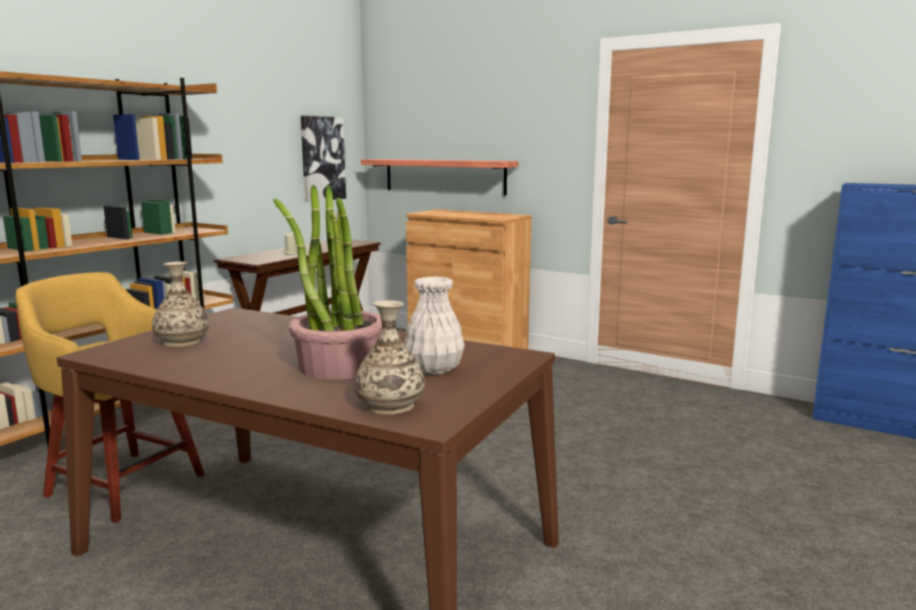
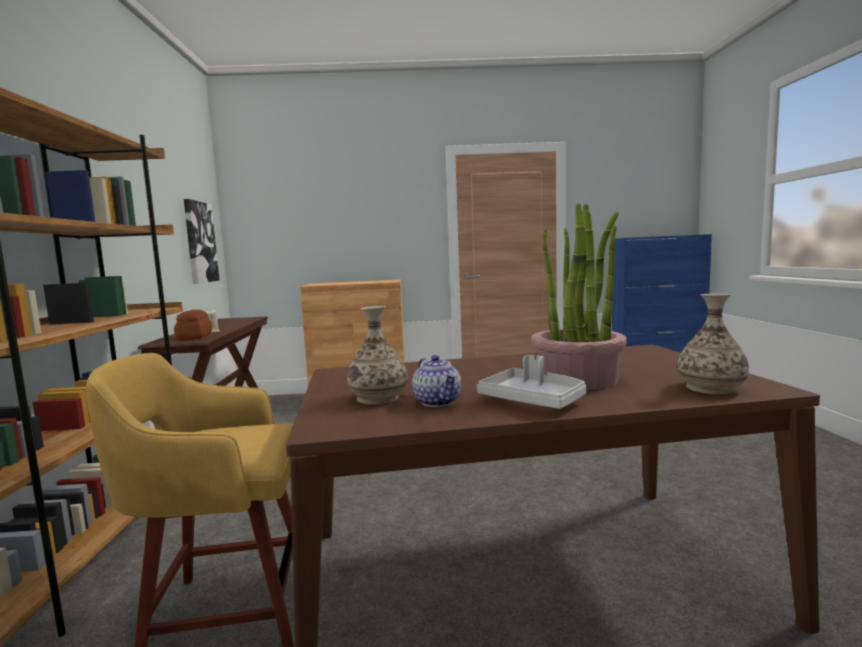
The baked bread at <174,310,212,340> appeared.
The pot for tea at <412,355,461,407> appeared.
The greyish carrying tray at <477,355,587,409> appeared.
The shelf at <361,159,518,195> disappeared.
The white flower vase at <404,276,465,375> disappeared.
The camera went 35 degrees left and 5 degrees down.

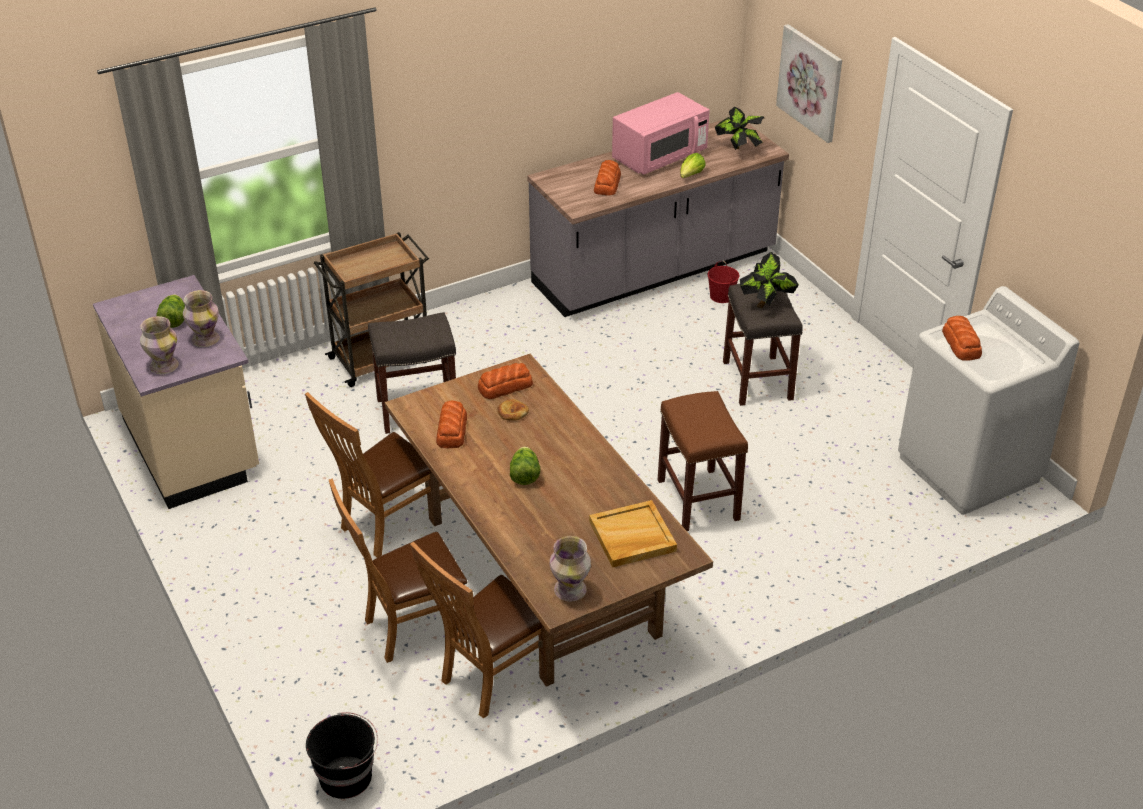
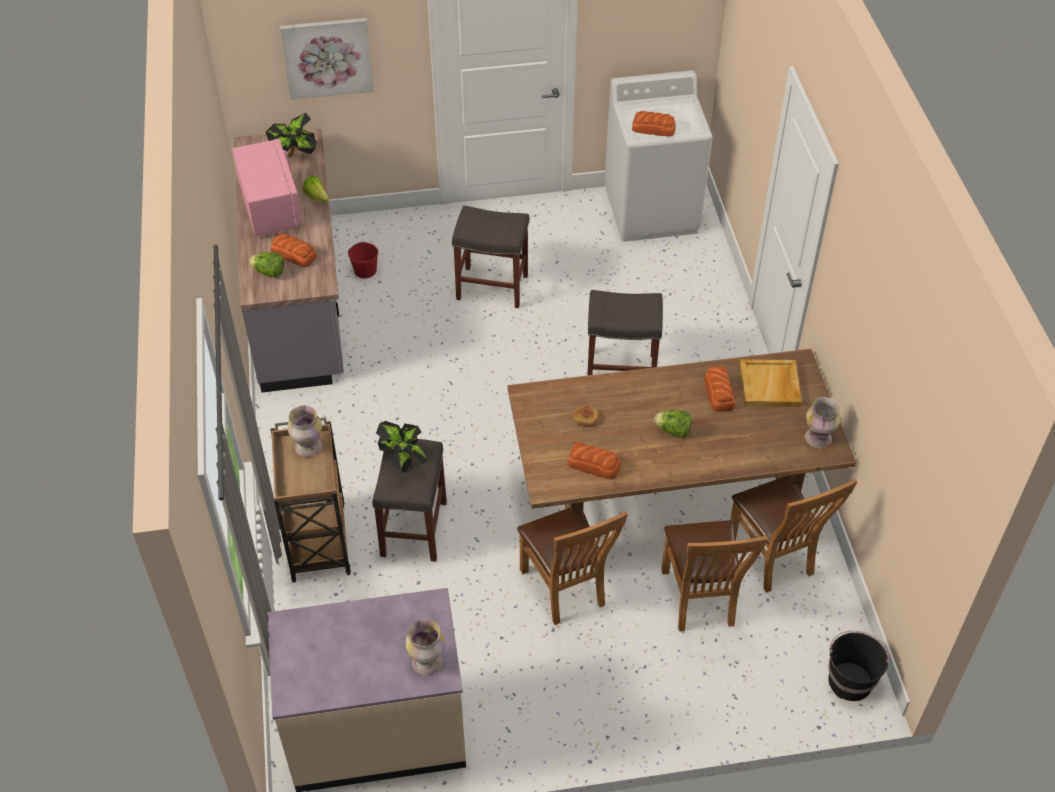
The lettuce head moved from <156,294,185,328> to <249,252,284,278>.
The flower vase moved from <183,290,220,347> to <287,405,322,457>.
The potted plant moved from <740,252,799,308> to <376,421,429,473>.
The brownish stool seat at <658,391,748,531> became the greyish stool seat at <587,290,663,375>.
The baked bread moved from <478,363,533,399> to <704,366,735,412>.
The camera went 70 degrees left and 10 degrees up.

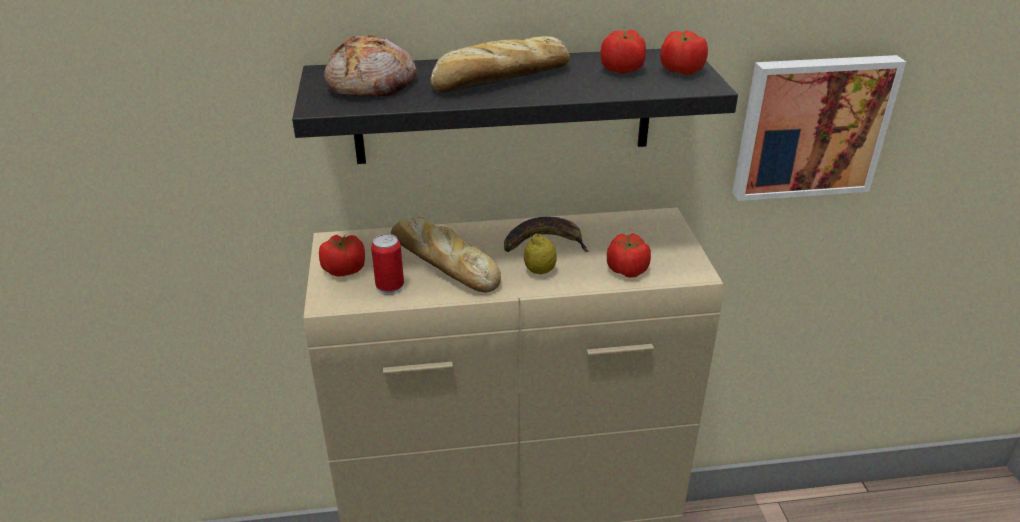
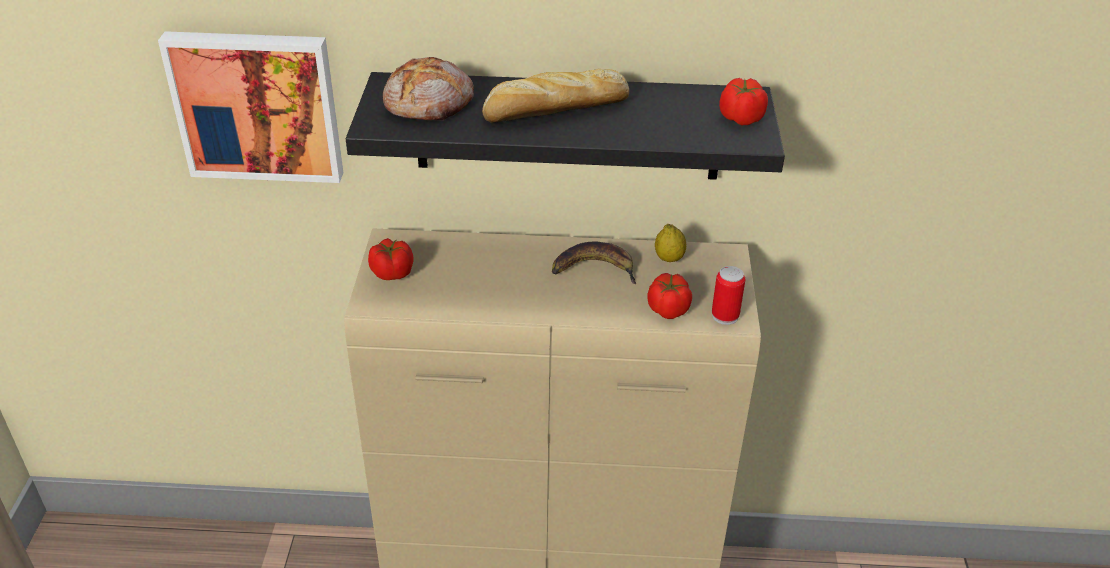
The wall art moved from <732,55,906,201> to <158,31,343,183>.
The whole lemon moved from <524,234,557,274> to <655,224,686,262>.
The can moved from <371,234,404,295> to <712,266,745,325>.
The baked bread at <391,217,501,293> disappeared.
The whole tomato at <601,30,646,74> disappeared.
The camera went 10 degrees right and 5 degrees up.

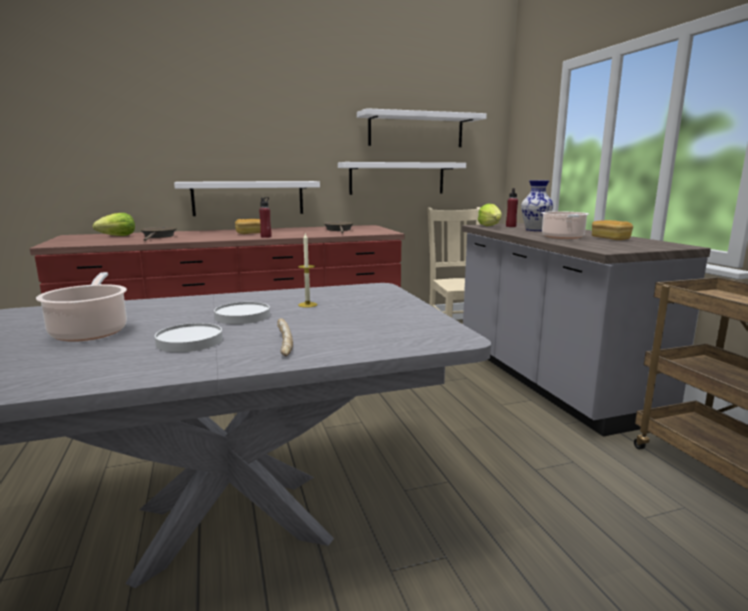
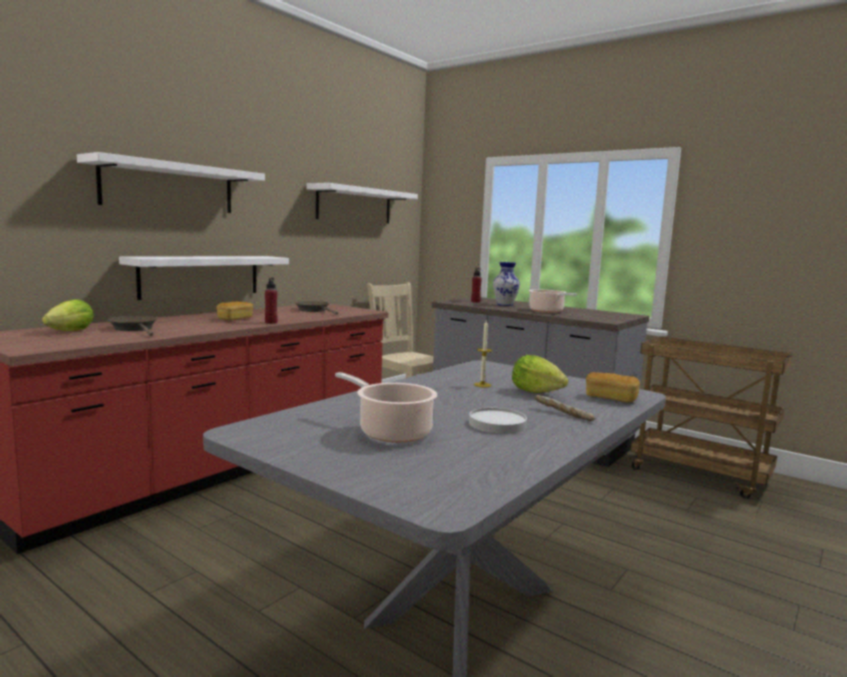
The white shelf moved from <338,162,466,195> to <77,152,265,213>.
The lettuce head moved from <478,203,502,226> to <512,355,568,393>.
The baked bread moved from <592,220,633,240> to <586,372,640,402>.
The white flat dish at <214,302,270,324> disappeared.
The camera went 35 degrees left and 5 degrees down.

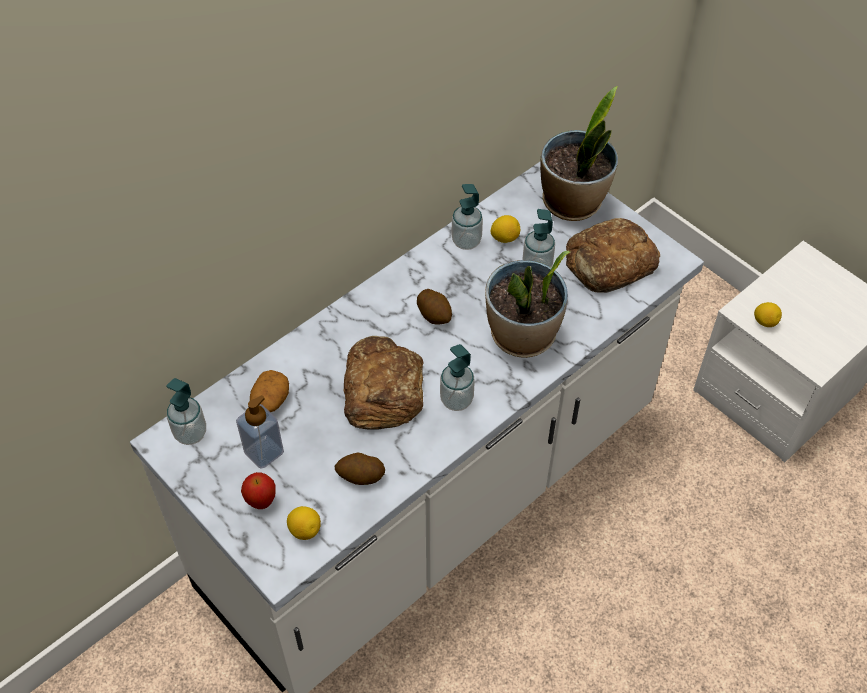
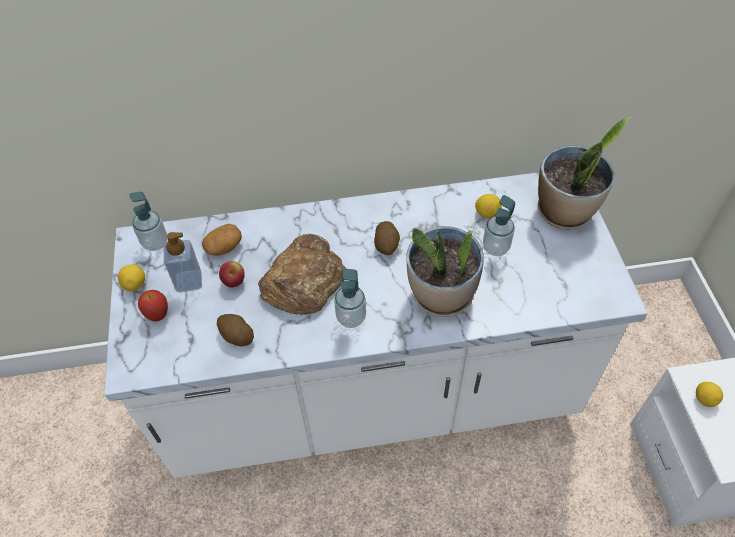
The whole lemon moved from <287,506,321,540> to <118,265,145,291>.
The apple at <219,261,245,287> appeared.
The liquid soap bottle at <451,184,483,250> disappeared.
The baked bread at <566,218,660,293> disappeared.
The camera went 35 degrees right and 0 degrees up.

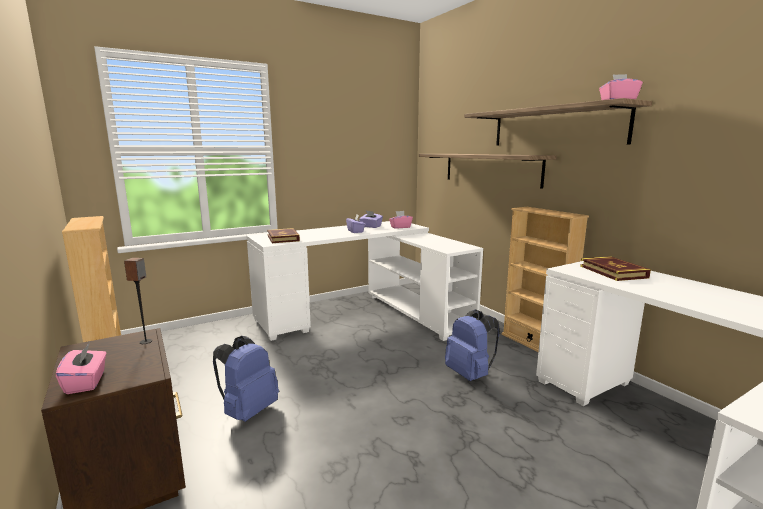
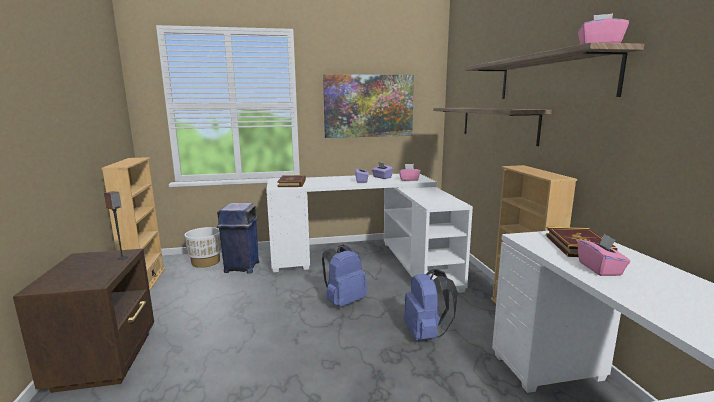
The white flower pot at <184,227,222,268> appeared.
The blue-coloured rubbish bin at <217,203,260,274> appeared.
The blue-coloured knapsack moved from <213,336,279,422> to <322,244,367,307>.
The wall art at <323,74,414,138> appeared.
The pink-coloured tissue holder moved from <56,342,106,394> to <577,234,630,276>.
The camera went 20 degrees right and 0 degrees up.

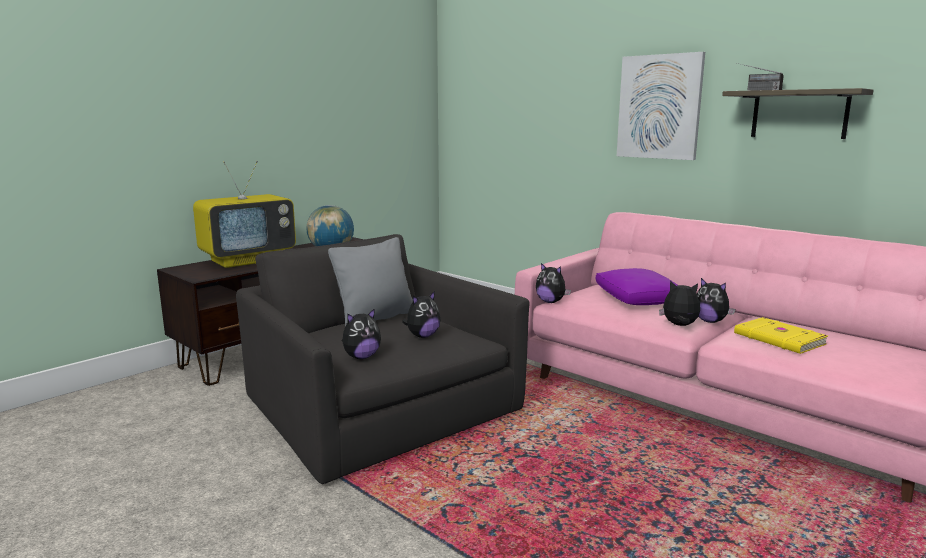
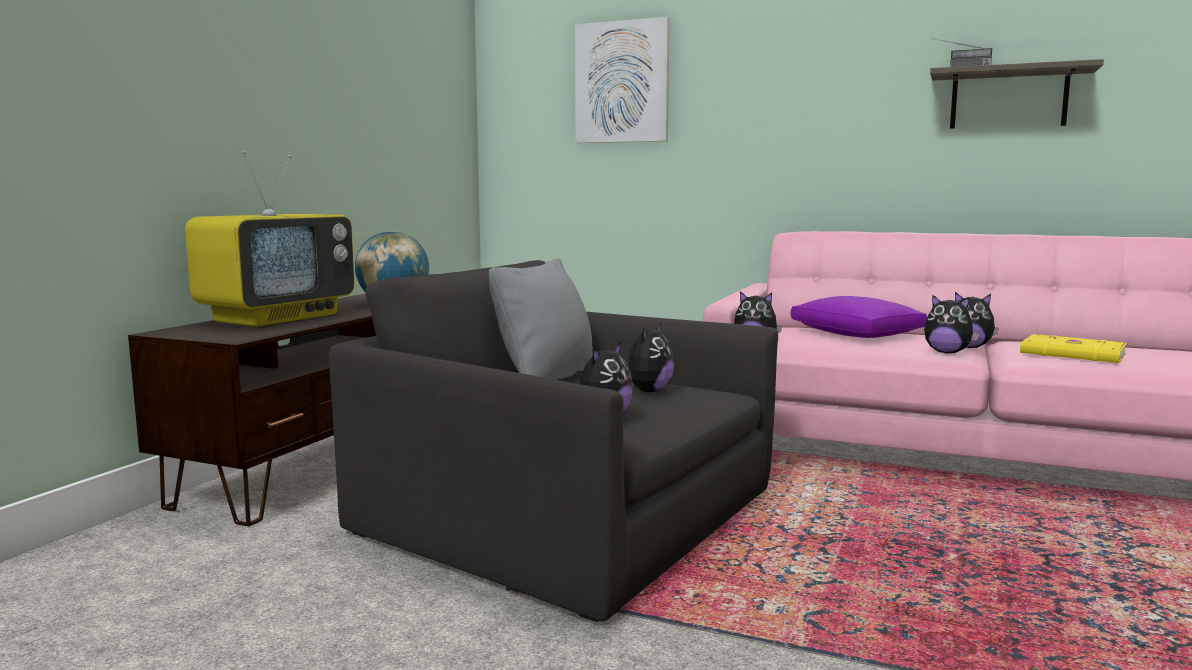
The wall art moved from <617,52,705,160> to <575,17,670,143>.
The cuddly toy at <659,281,700,326> turned 150 degrees counterclockwise.
The camera went 20 degrees left and 5 degrees down.

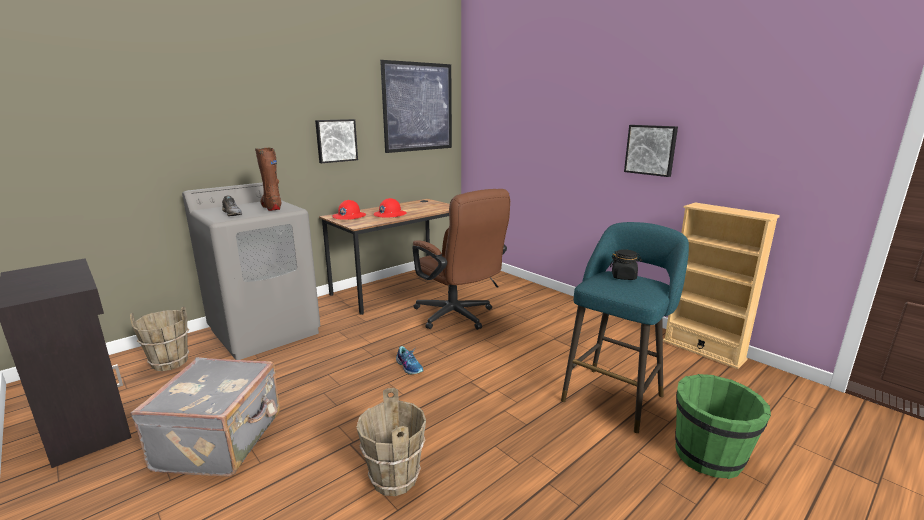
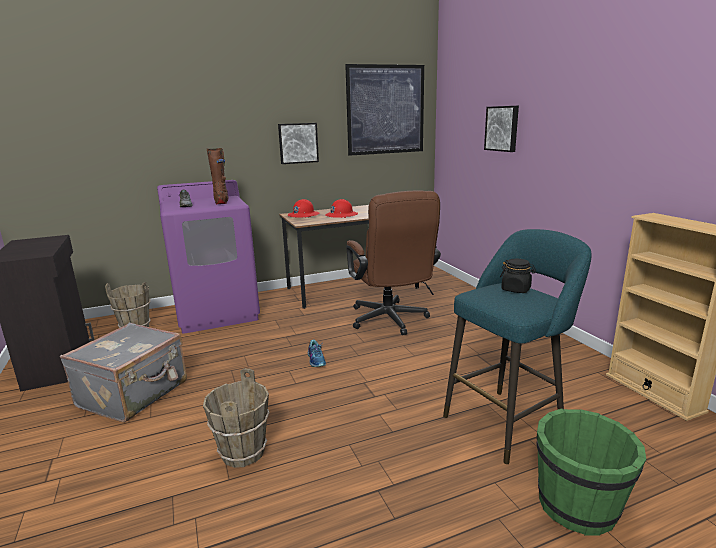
The greyish laundry appliance at <182,182,321,360> became the purple laundry appliance at <157,180,260,334>.
The wall art moved from <624,125,678,177> to <484,106,519,152>.
The camera went 20 degrees right and 0 degrees up.

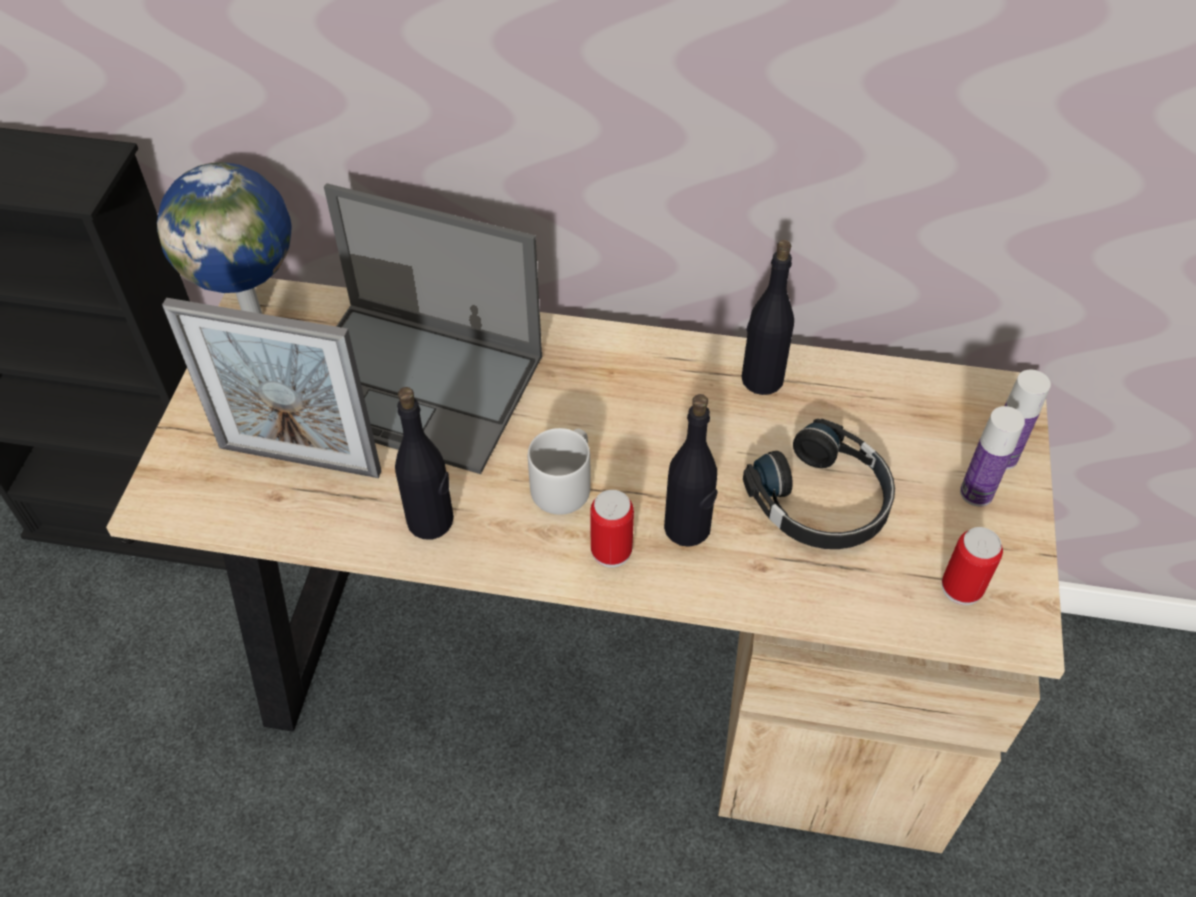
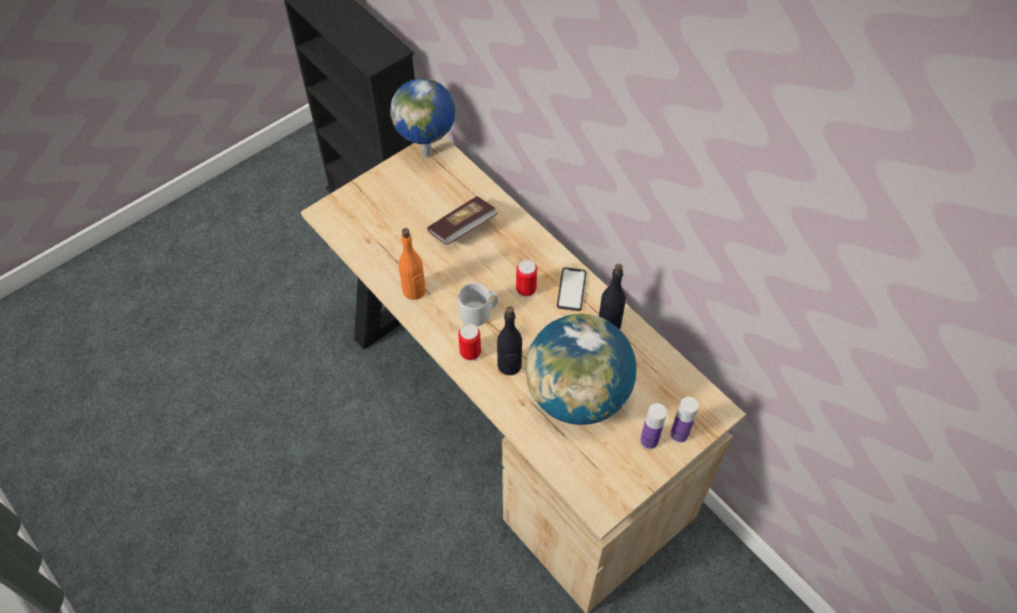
The black-coloured bottle at <395,387,454,540> became the orange bottle at <399,228,426,300>.
The laptop at <324,183,542,474> was replaced by the volume at <427,196,498,245>.
The can moved from <942,527,1003,605> to <516,260,537,297>.
The black-coloured headphones at <743,419,895,549> was replaced by the desk globe at <525,314,637,425>.
The phone at <557,267,587,311> appeared.
The photo frame at <162,298,381,478> disappeared.
The camera went 40 degrees right and 5 degrees up.

